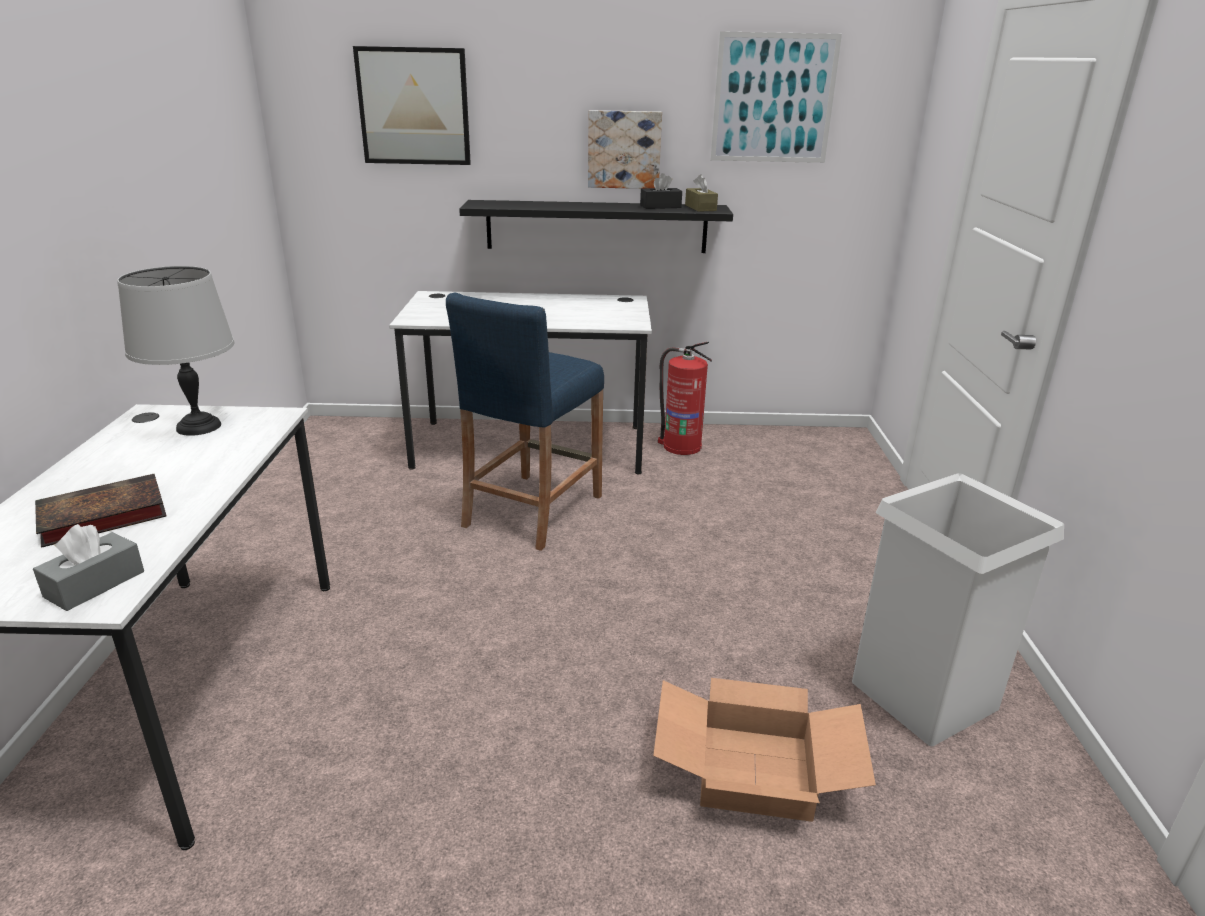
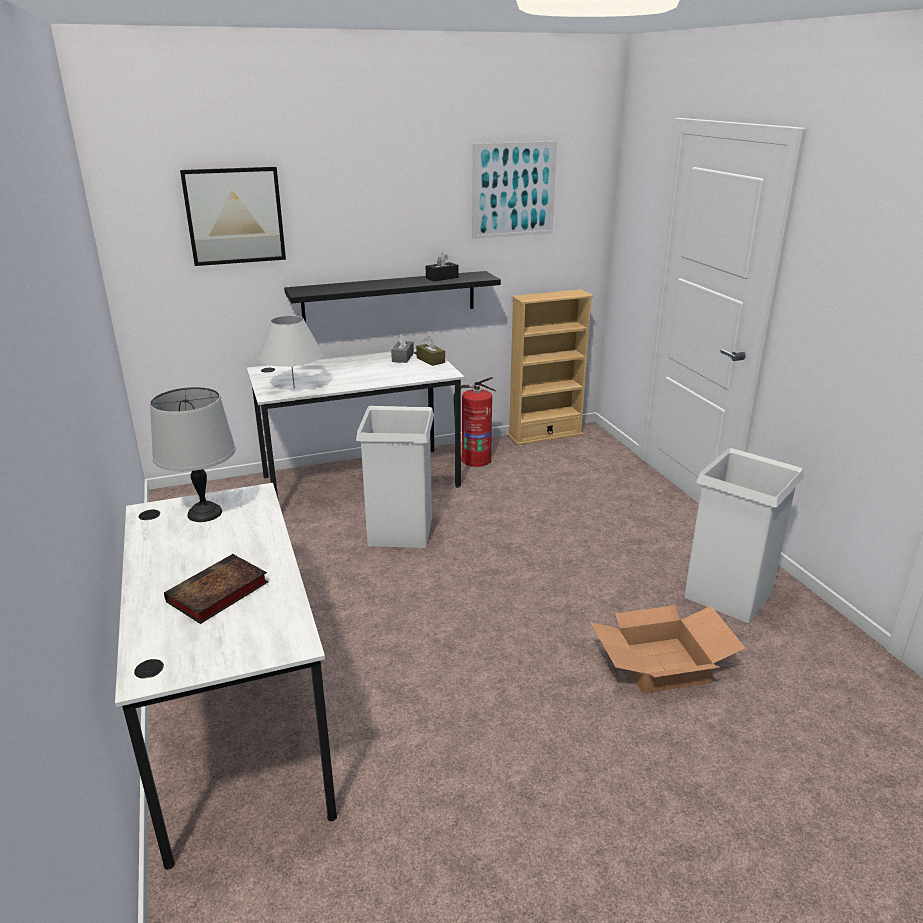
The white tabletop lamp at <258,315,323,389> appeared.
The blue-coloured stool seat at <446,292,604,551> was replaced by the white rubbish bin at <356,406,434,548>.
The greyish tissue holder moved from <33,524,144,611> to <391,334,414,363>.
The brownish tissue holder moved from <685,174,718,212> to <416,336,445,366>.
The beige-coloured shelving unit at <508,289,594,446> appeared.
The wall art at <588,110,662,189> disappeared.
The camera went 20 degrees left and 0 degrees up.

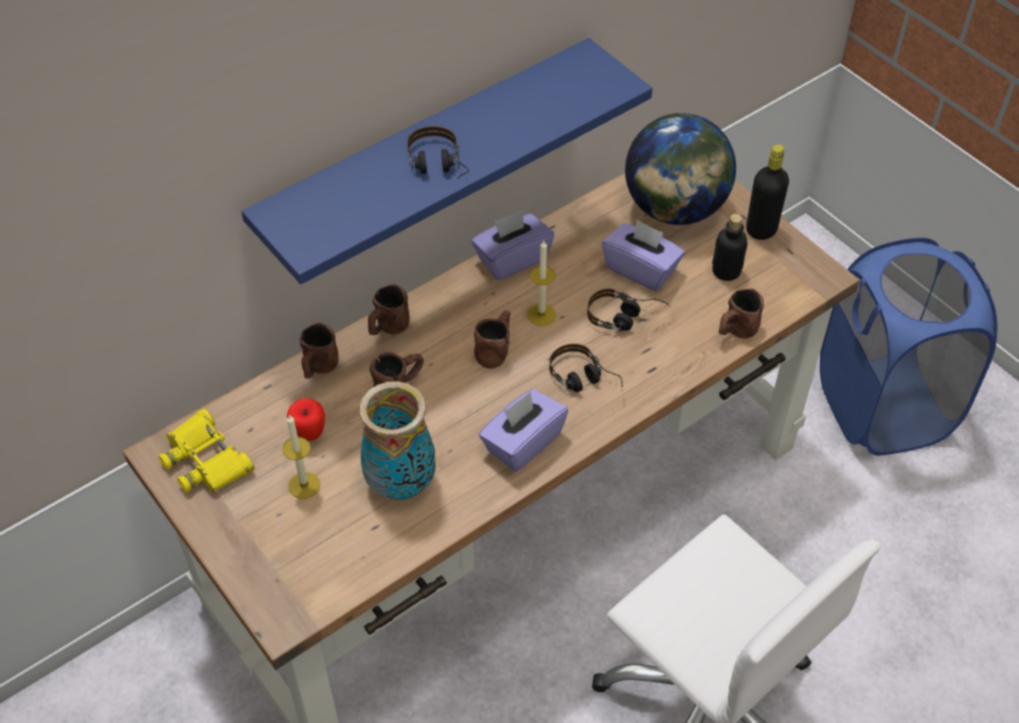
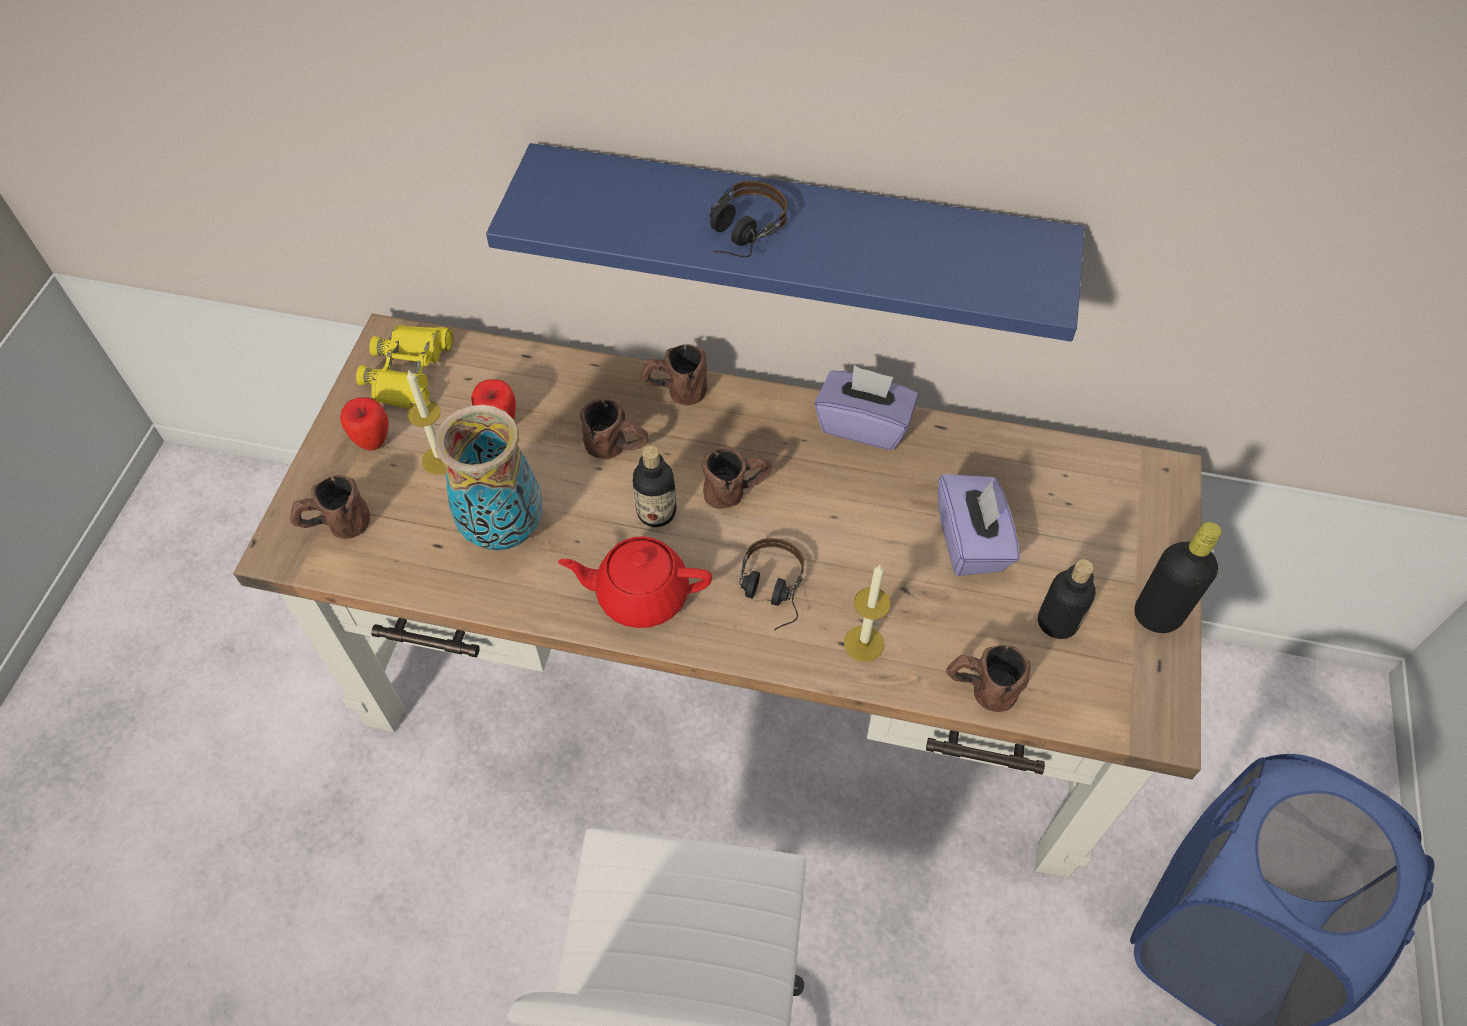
The brownish coffee mug moved from <300,322,338,379> to <290,475,370,539>.
The apple at <340,397,389,451> appeared.
The purple tissue holder at <479,389,568,472> was replaced by the red pot for tea at <558,536,712,628>.
The bottle at <632,446,677,527> appeared.
The candle moved from <527,241,556,326> to <844,565,890,662>.
The headphones at <587,289,670,331> disappeared.
The desk globe at <625,113,736,225> disappeared.
The camera went 50 degrees right and 5 degrees up.

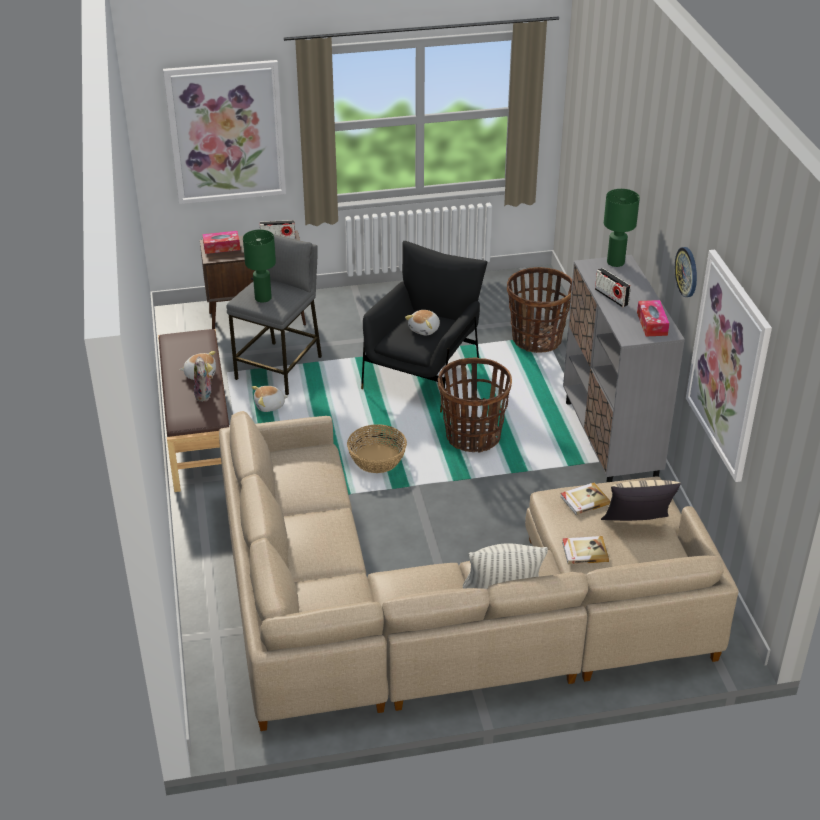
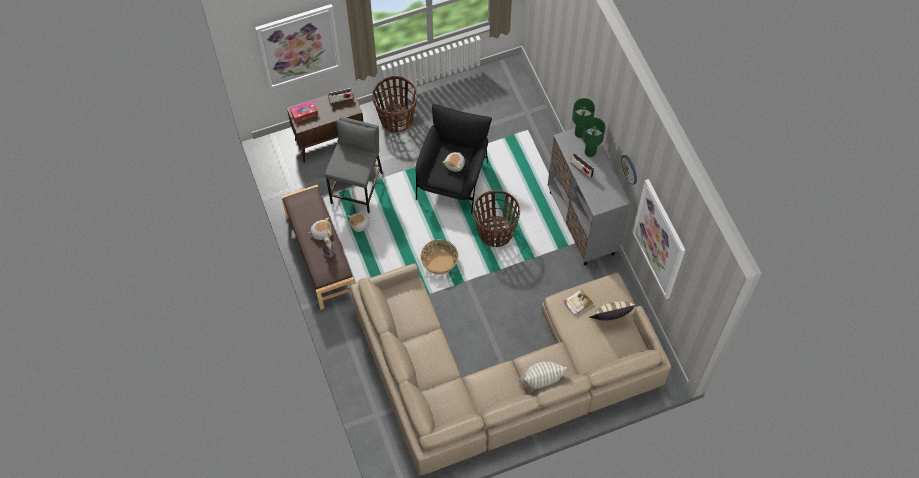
The storage basket moved from <507,267,572,353> to <372,76,417,133>.
The green-coloured tabletop lamp moved from <243,230,276,303> to <582,118,605,157>.
The volume at <562,536,609,564> disappeared.
The tissue holder at <637,300,669,337> disappeared.
The camera went 10 degrees left and 25 degrees up.

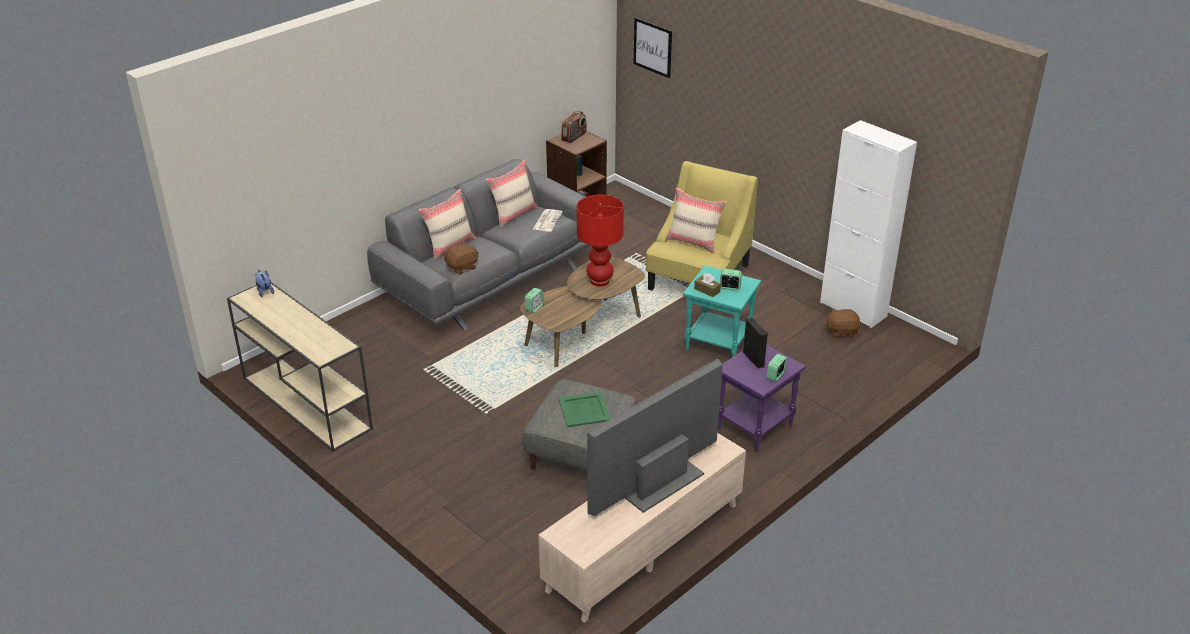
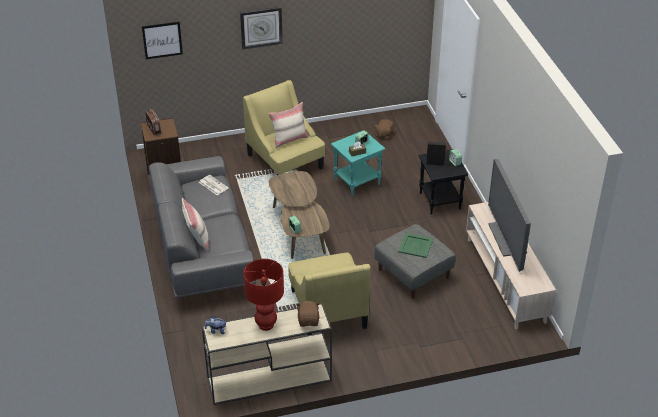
The hanging clock at <240,7,283,49> appeared.
The red tabletop lamp moved from <577,195,624,287> to <243,259,284,331>.
The yellow-coloured lounge chair at <289,253,371,335> appeared.
The brownish cuddly toy moved from <444,242,479,274> to <296,301,320,327>.
The purple accent table at <718,345,806,452> became the black-coloured accent table at <419,149,468,215>.
The beige-coloured throw pillow at <486,160,538,228> disappeared.
The white cupboard at <820,120,917,328> disappeared.
The camera went 60 degrees left and 5 degrees up.

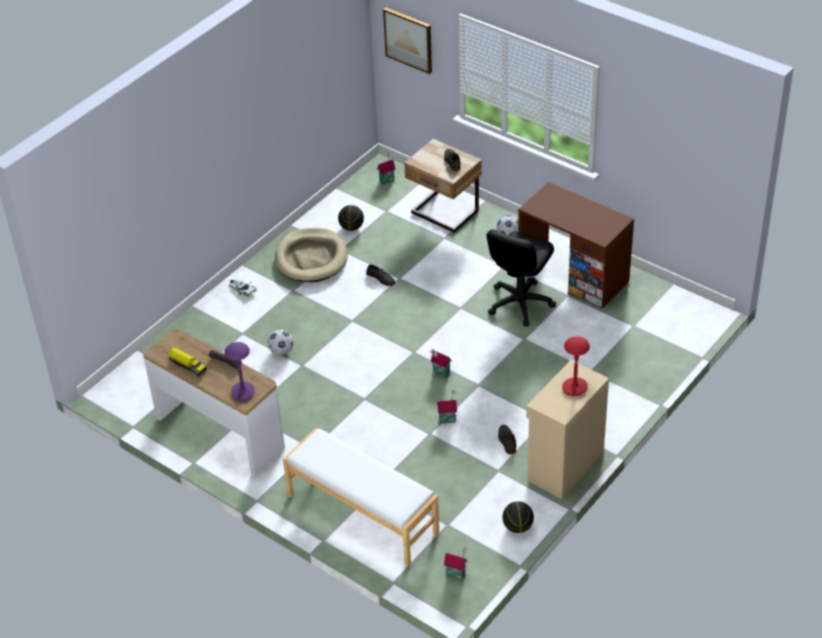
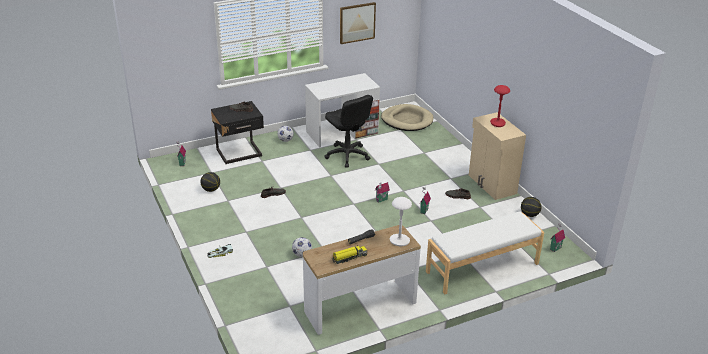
The beige-coloured night table at <405,139,482,233> became the black-coloured night table at <211,101,264,165>.
The brownish desk at <518,182,634,309> became the white desk at <305,73,380,148>.
The wall art moved from <383,7,432,74> to <340,2,376,44>.
The beige-coloured pet bed moved from <275,228,348,282> to <381,104,434,131>.
The purple tabletop lamp at <224,342,255,401> became the white tabletop lamp at <390,197,412,246>.
The camera went 65 degrees left and 10 degrees down.

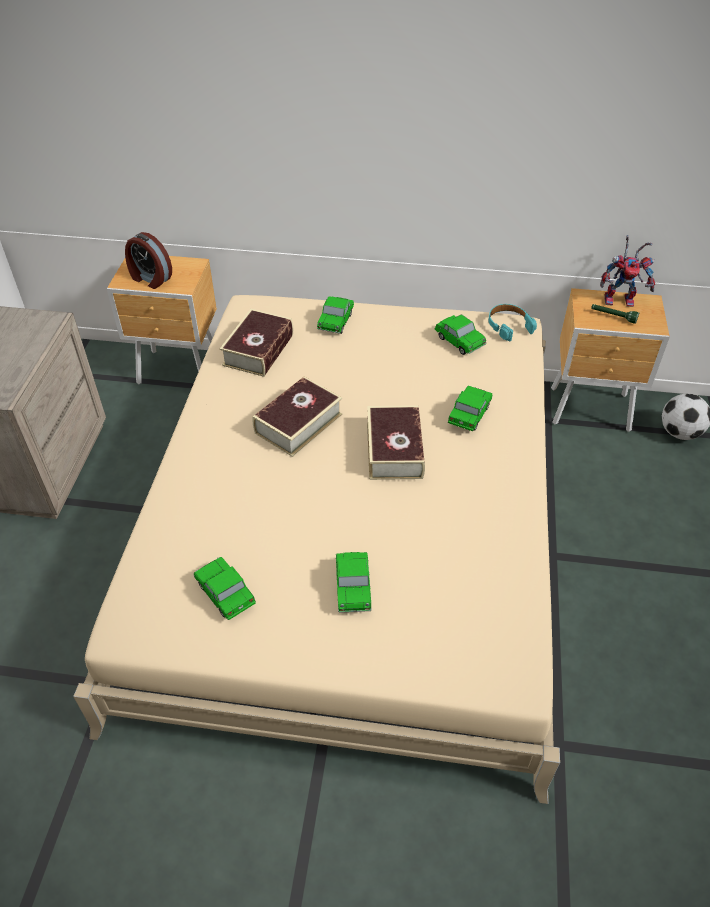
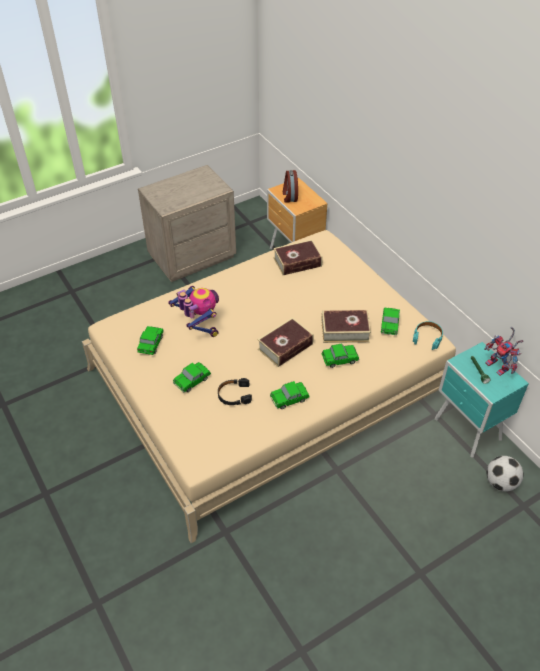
The model robot at <168,286,219,337> appeared.
The black-coloured headphones at <218,378,252,405> appeared.
The toy car moved from <317,296,354,334> to <270,381,310,409>.
The volume moved from <253,377,342,457> to <321,310,371,343>.
The brownish night table at <551,288,670,432> became the blue-green night table at <435,342,529,458>.
The camera went 50 degrees right and 0 degrees up.

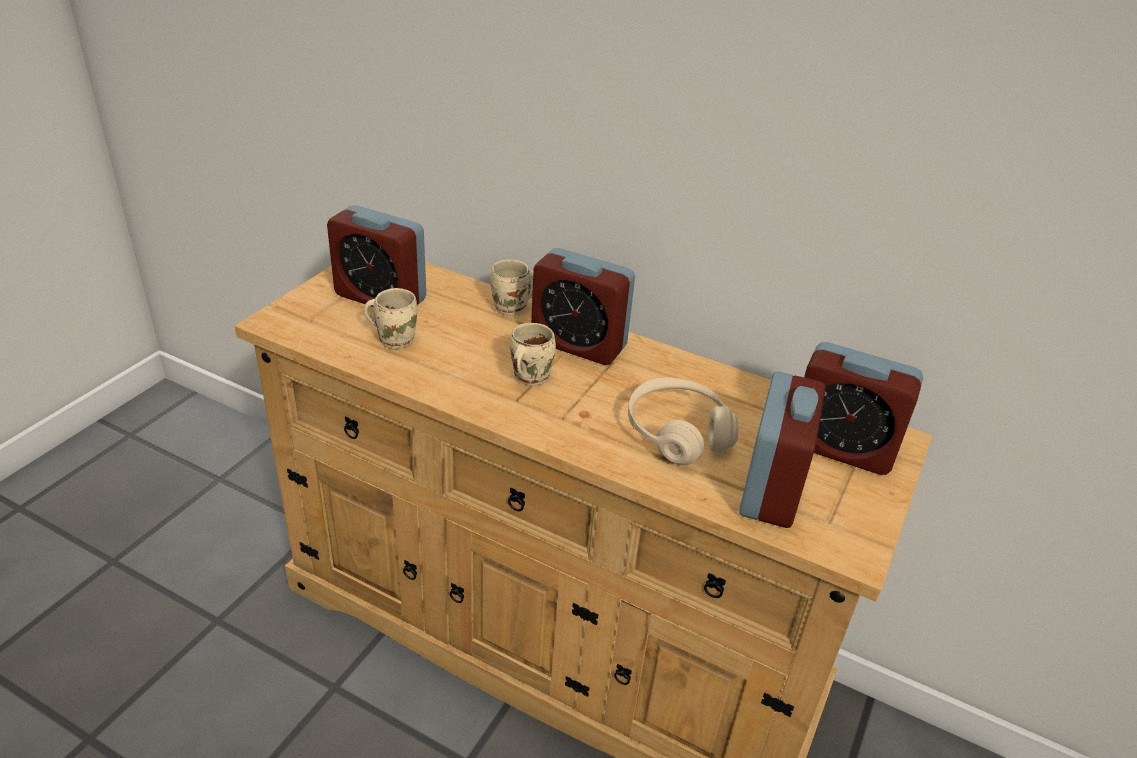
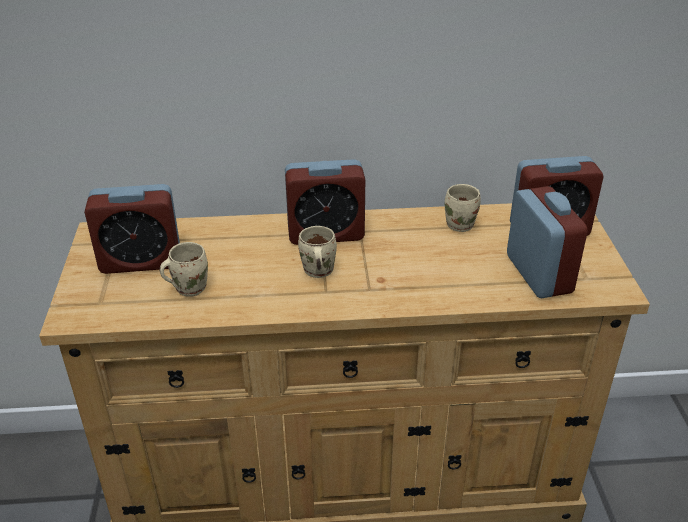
The beige-coloured coffee mug moved from <490,259,533,316> to <445,184,481,232>.
The beige-coloured headphones at <628,378,738,465> disappeared.
The camera went 30 degrees left and 0 degrees up.

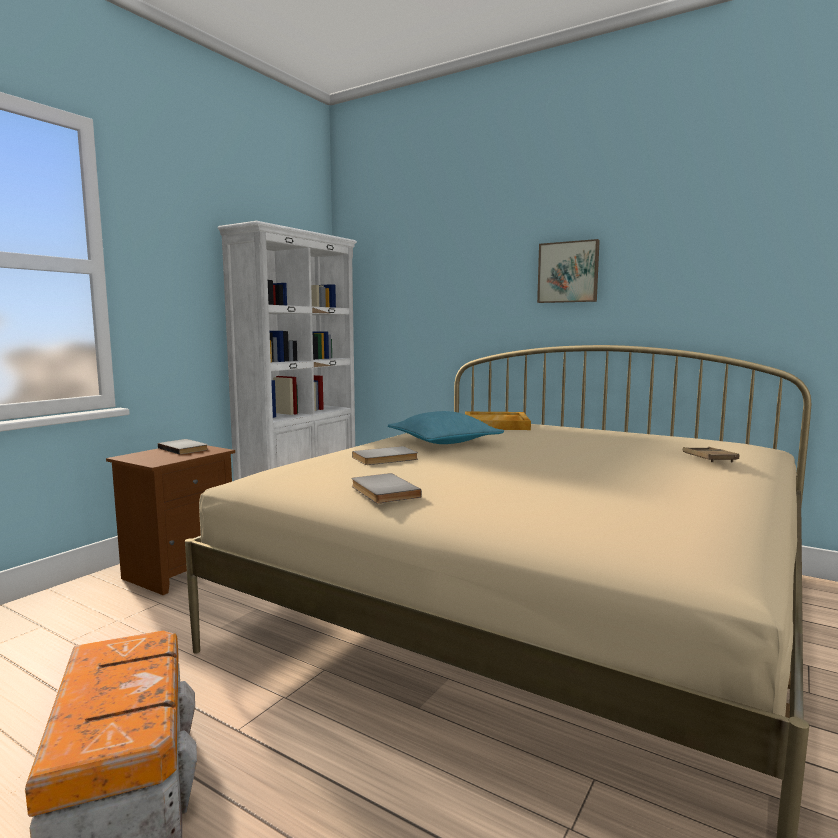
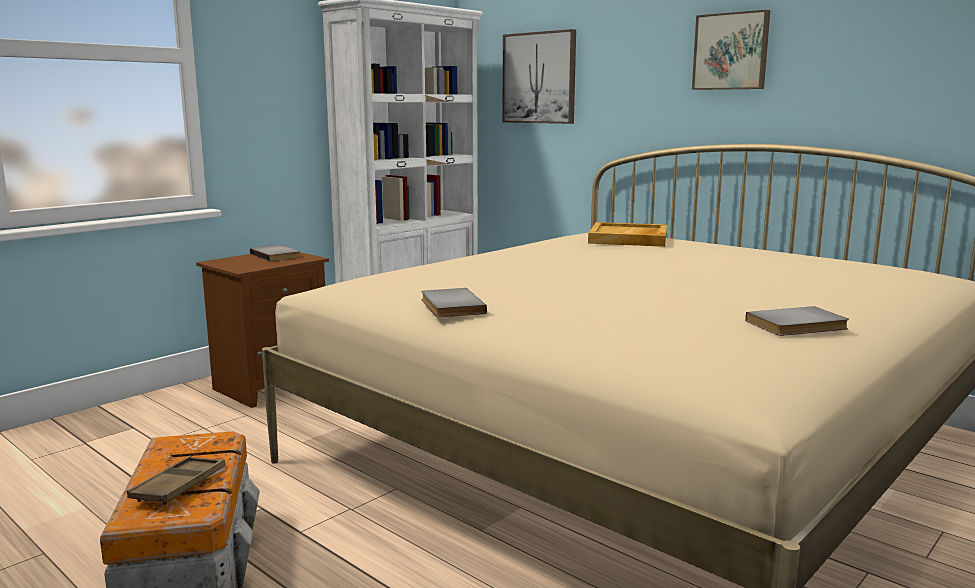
The brownish carrying tray moved from <683,447,739,462> to <127,456,225,505>.
The wall art at <502,29,576,124> appeared.
The greyish volume moved from <352,446,418,465> to <745,306,849,336>.
The blue-green throw pillow at <388,411,504,444> disappeared.
The camera went 10 degrees right and 5 degrees up.

